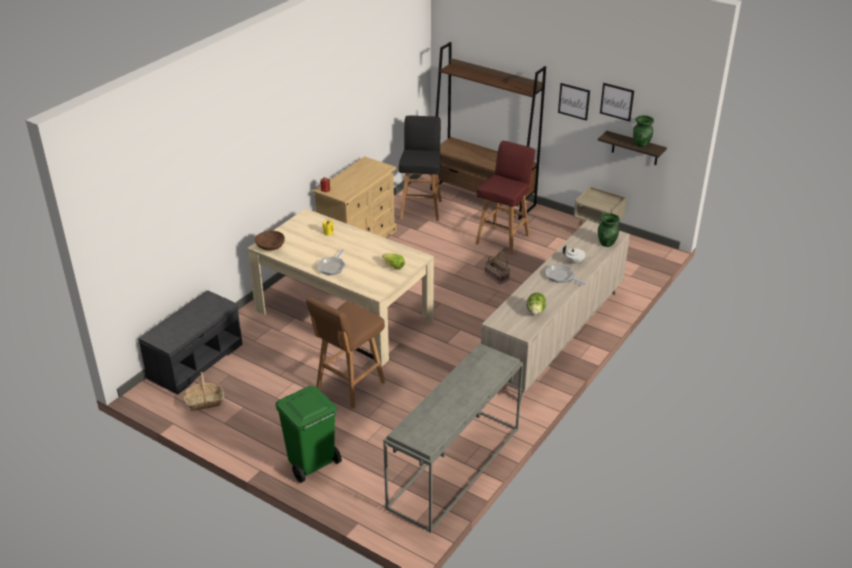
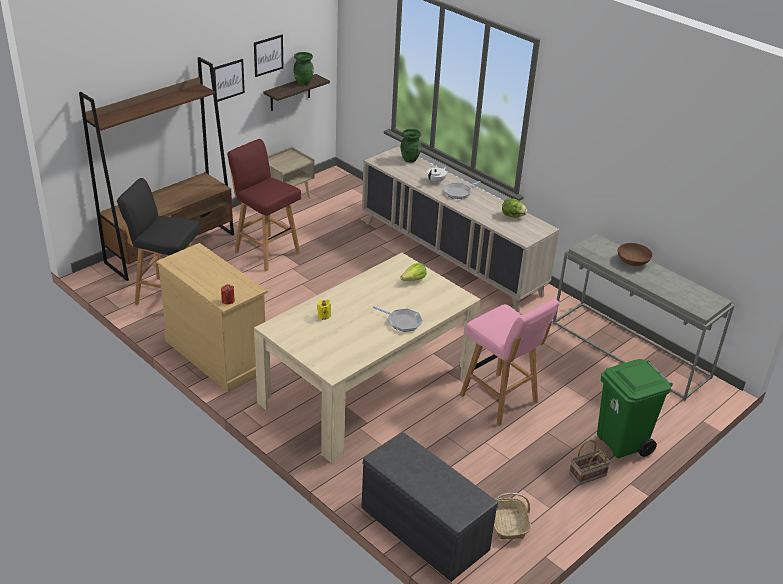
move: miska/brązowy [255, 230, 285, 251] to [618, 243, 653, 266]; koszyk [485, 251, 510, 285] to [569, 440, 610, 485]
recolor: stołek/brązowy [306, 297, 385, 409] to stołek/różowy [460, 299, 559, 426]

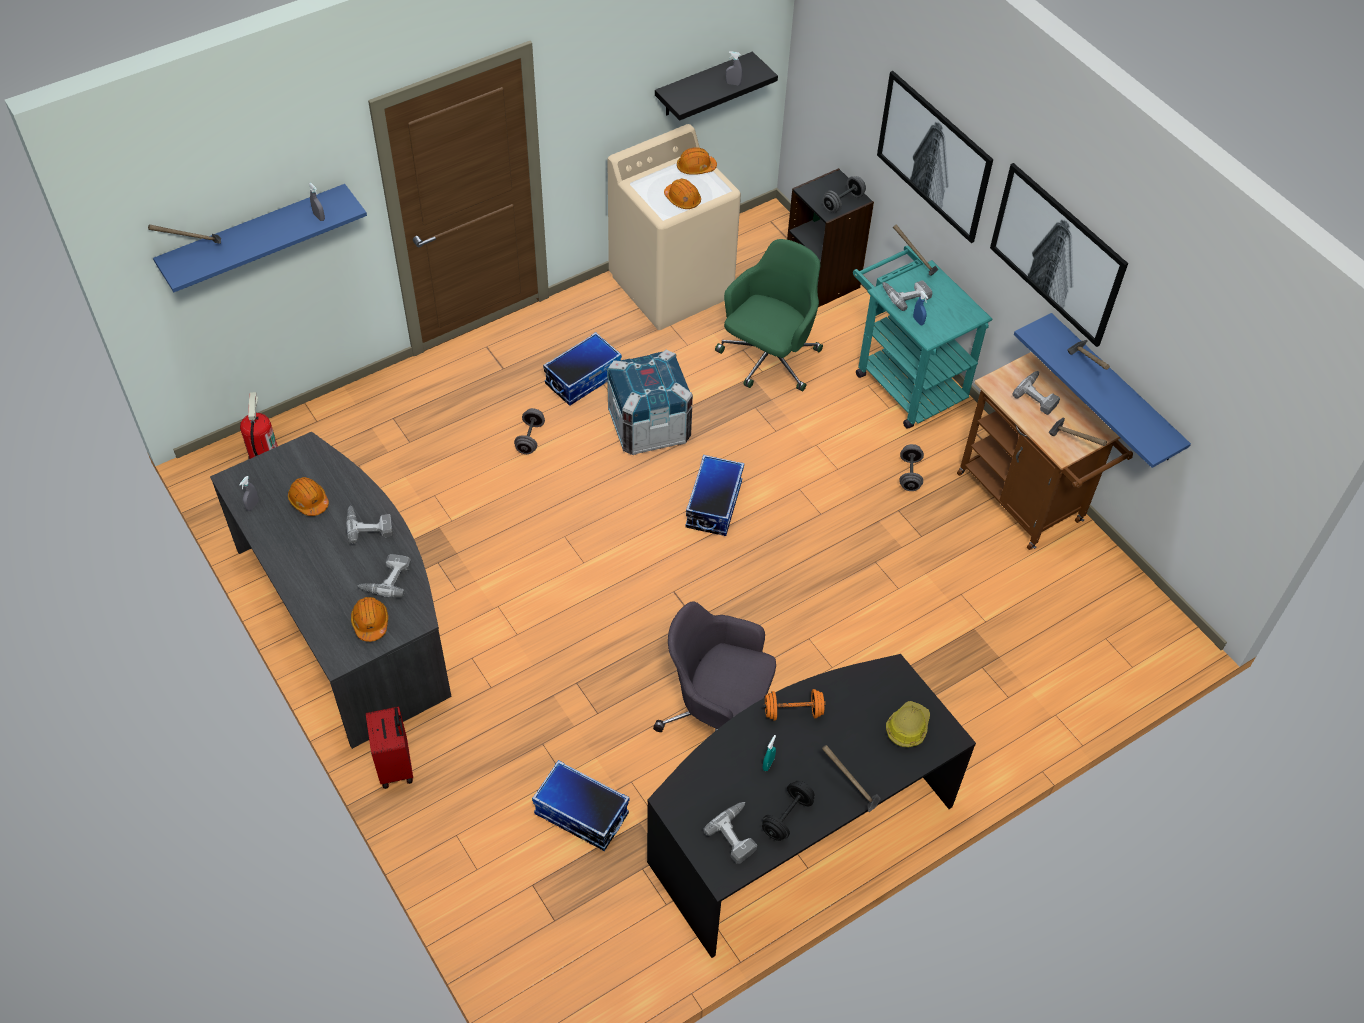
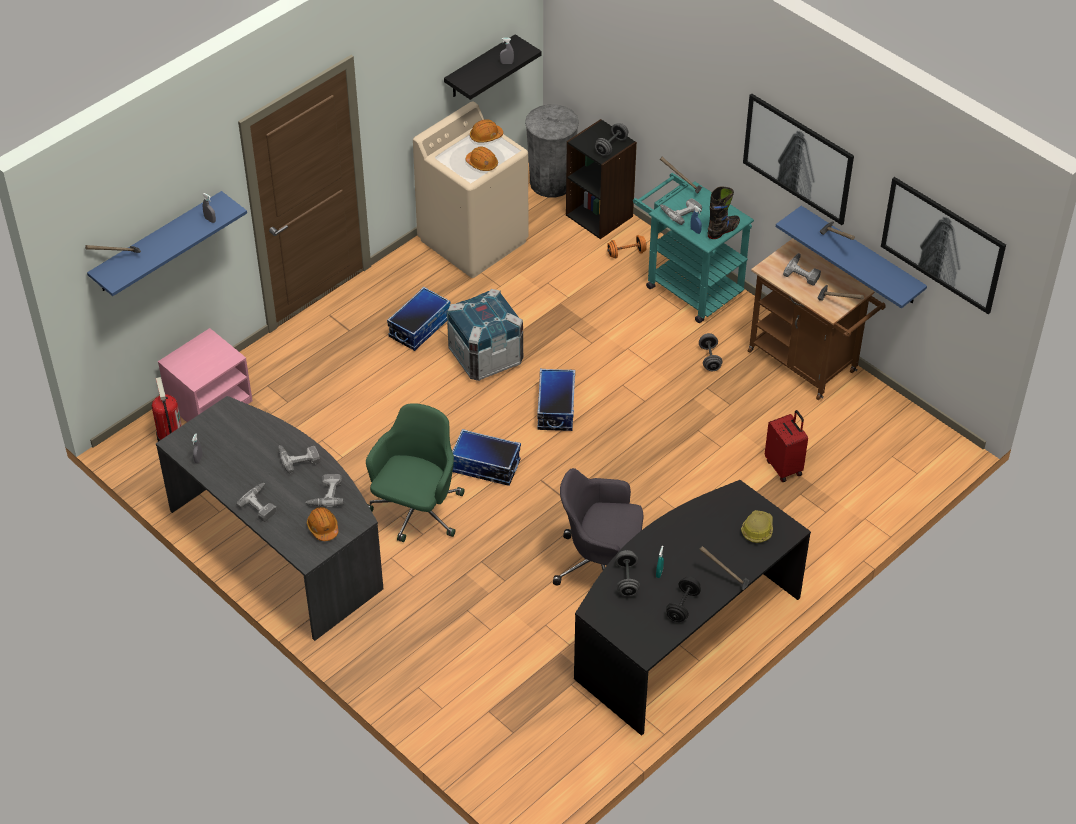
delete: kask/pomarańczowy [288, 477, 329, 516]
insert: kosz na śmieci/szary [525, 104, 579, 198]; but z cholewką/czarny [708, 187, 740, 239]; szafka nocna/różowy [158, 328, 253, 422]
move: obraz [877, 71, 993, 243] to [881, 177, 1006, 315]; krzesło biurowe/zielony [715, 239, 823, 391] to [366, 403, 465, 542]; hantel/szary [514, 408, 545, 454] to [615, 550, 640, 597]; hantel/pomarańczowy [763, 689, 826, 720] to [607, 235, 647, 259]; walizka/czerwony [366, 706, 413, 789] to [765, 410, 808, 482]; pojemnik do przechowywania [532, 760, 630, 851] to [452, 429, 521, 486]; wiertarka [703, 802, 757, 864] to [236, 483, 277, 522]

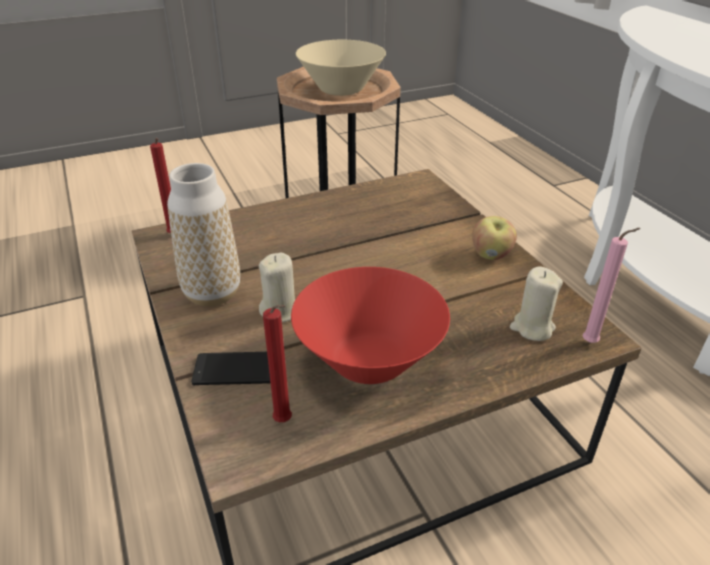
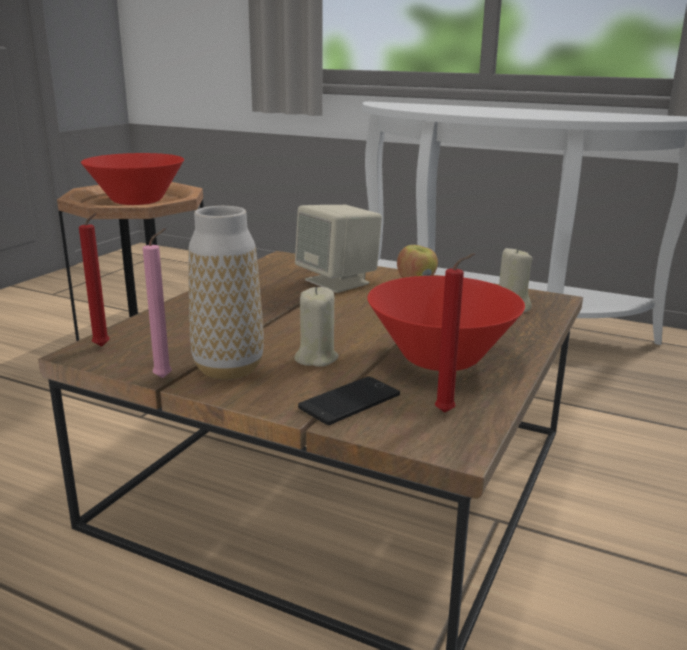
insert: głośnik/beżowy [295, 205, 382, 293]
move: świeca/różowy [583, 228, 640, 343] to [143, 229, 172, 378]
recolor: miska/beżowy [296, 40, 386, 96] to miska/czerwony [81, 153, 184, 205]

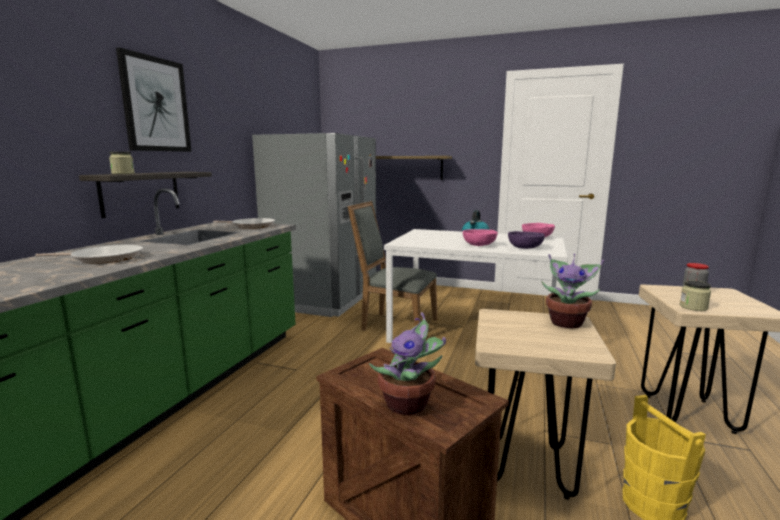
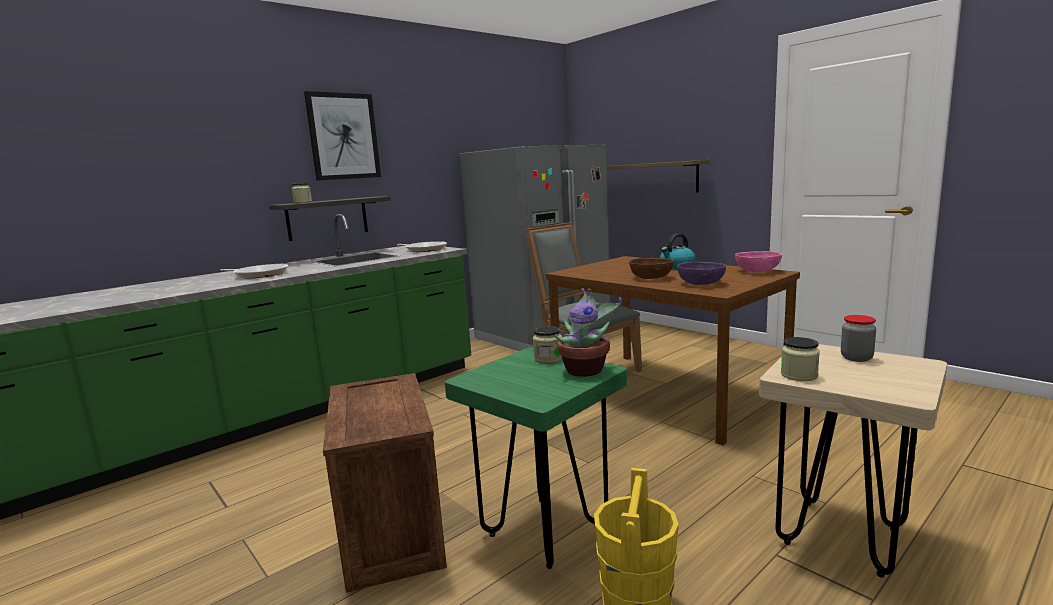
delete: roślina doniczkowa [369, 312, 446, 415]
insert: słoik [533, 326, 562, 363]
recolor: stół jadalny/biały [384, 229, 568, 343] to stół jadalny/brązowy [546, 256, 800, 445]; miska/różowy [463, 229, 498, 246] to miska/brązowy [629, 258, 673, 279]; stołek/beżowy [475, 309, 616, 500] to stołek/zielony [445, 347, 627, 569]

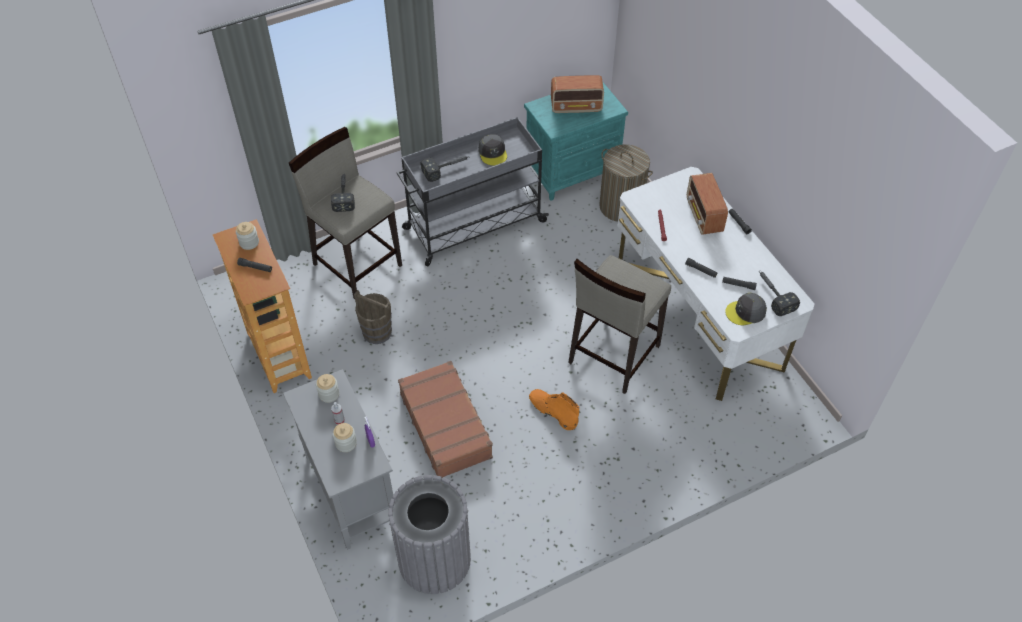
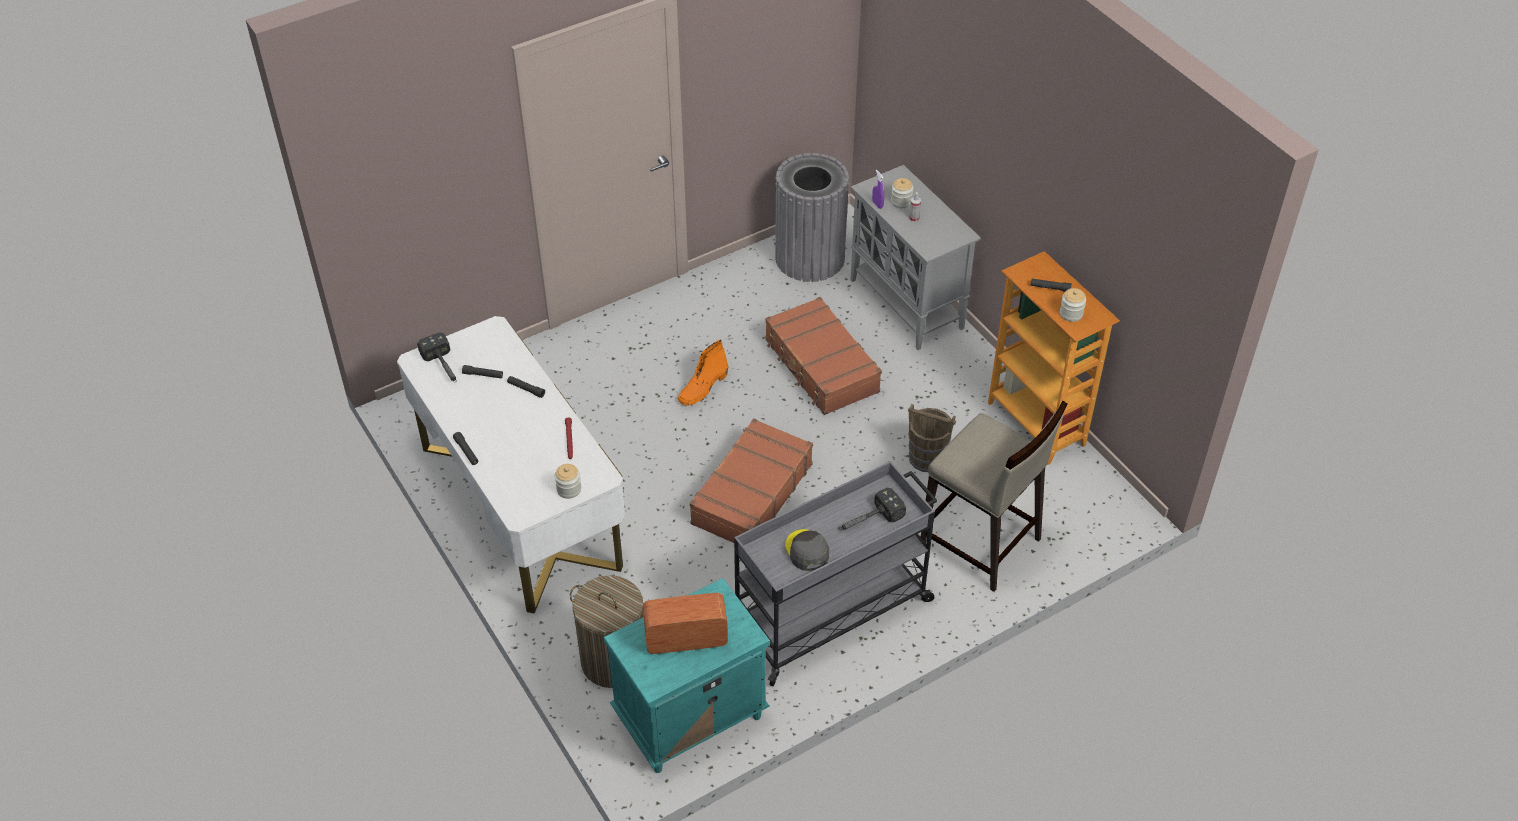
delete: radio [687, 173, 728, 235]; młotek [331, 174, 355, 212]; stołek/beżowy [568, 255, 671, 394]; czapka z daszkiem/szary [725, 293, 767, 325]
insert: walizka/brązowy [690, 418, 813, 543]
move: słoik [316, 374, 339, 403] to [555, 464, 581, 499]
rotate: but z cholewką/pomarańczowy [529, 389, 579, 430] = [678, 339, 728, 406] 90 degrees clockwise

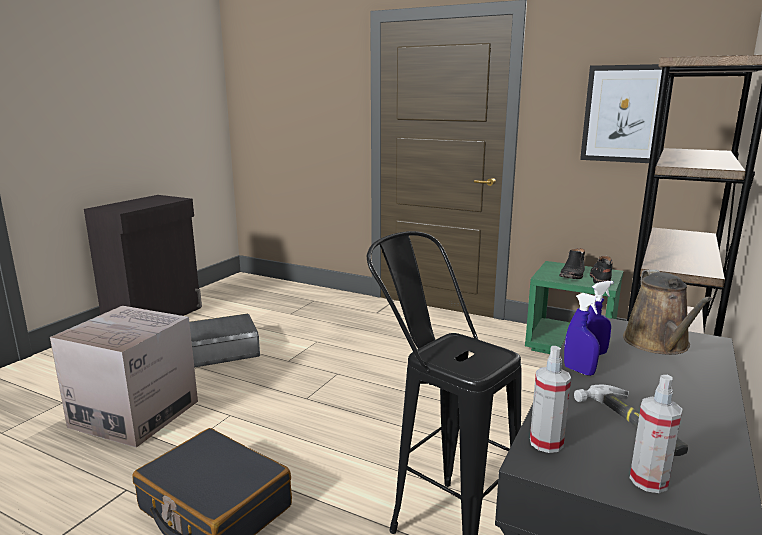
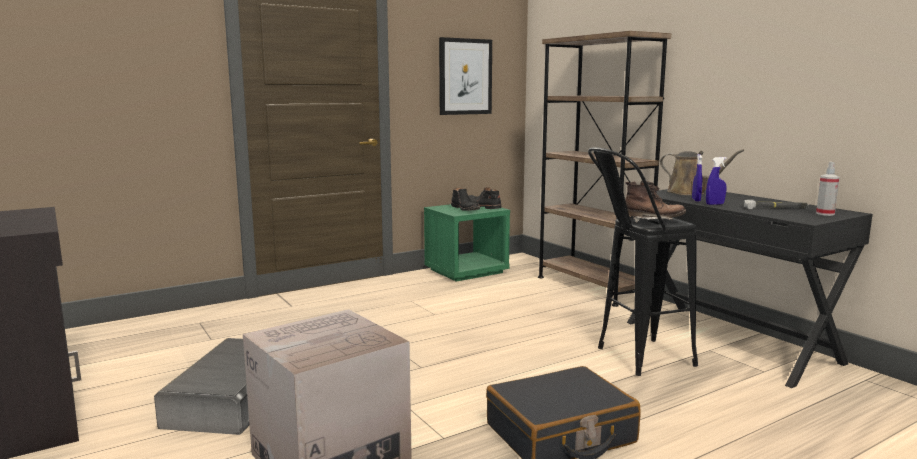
delete: spryskiwacz [530, 346, 571, 453]
insert: but z cholewką/brązowy [625, 181, 686, 222]

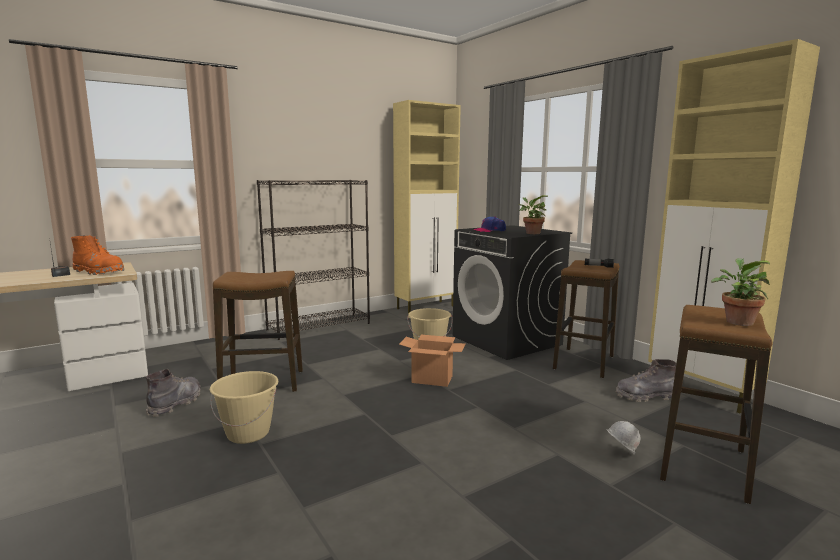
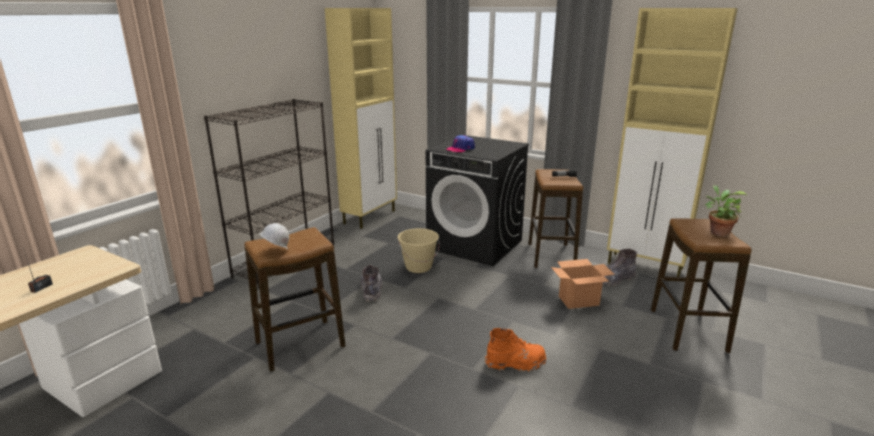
delete: roślina doniczkowa [519, 195, 549, 234]; wiadro/beżowy [210, 371, 279, 444]
move: but z cholewką/pomarańczowy [71, 235, 124, 275] to [485, 328, 546, 372]; karton [399, 335, 466, 387] to [551, 259, 614, 309]; but z cholewką/szary [146, 369, 201, 416] to [360, 265, 382, 302]; kask/biały [606, 421, 640, 454] to [259, 223, 289, 250]

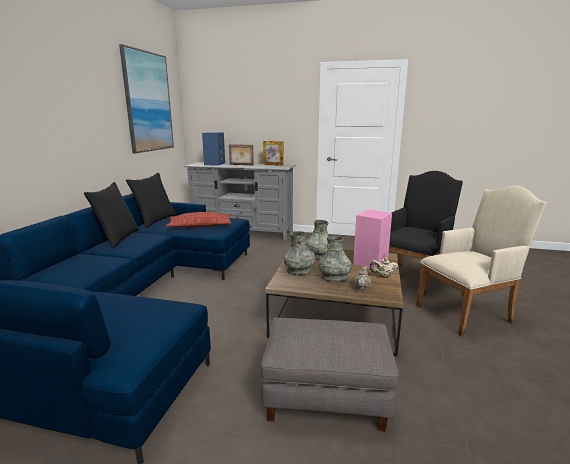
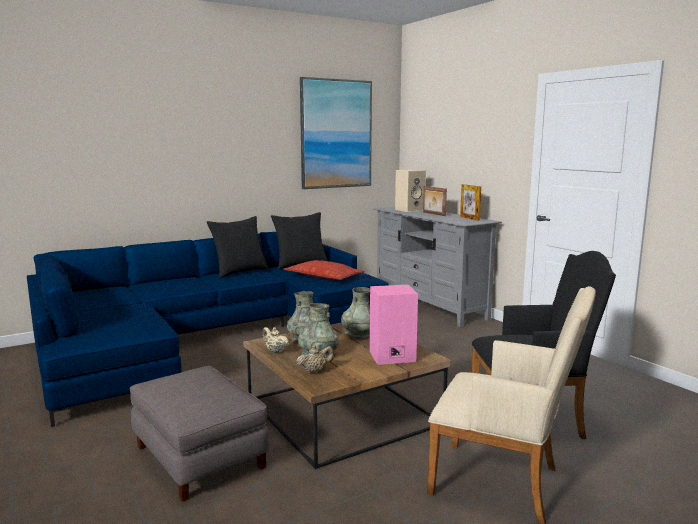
move: imbryk/beżowy [370, 258, 399, 278] to [262, 327, 289, 353]
recolor: głośnik/niebieski [202, 132, 225, 166] to głośnik/beżowy [395, 169, 426, 212]

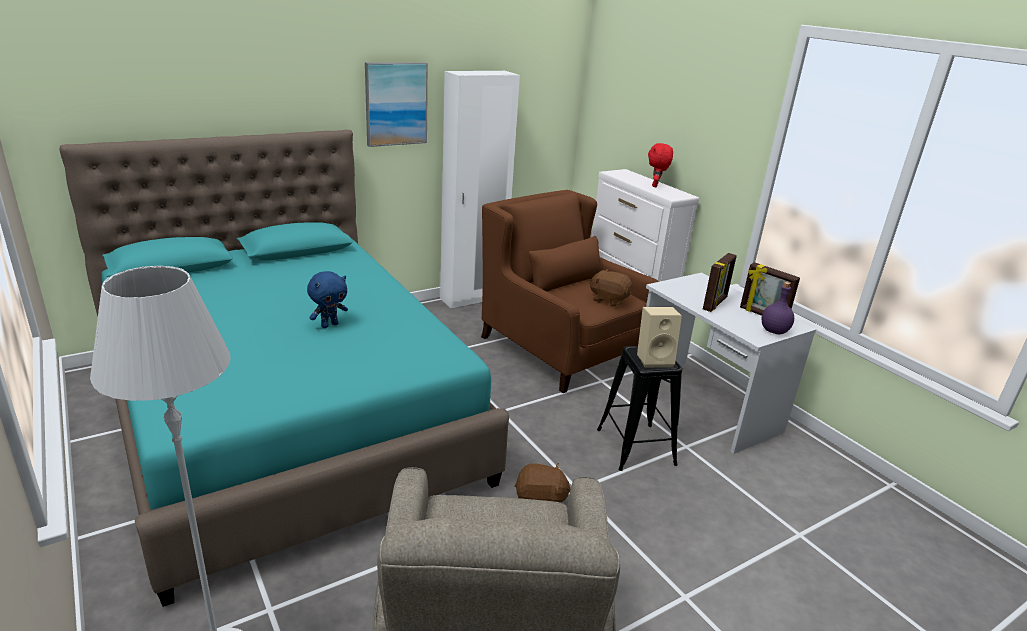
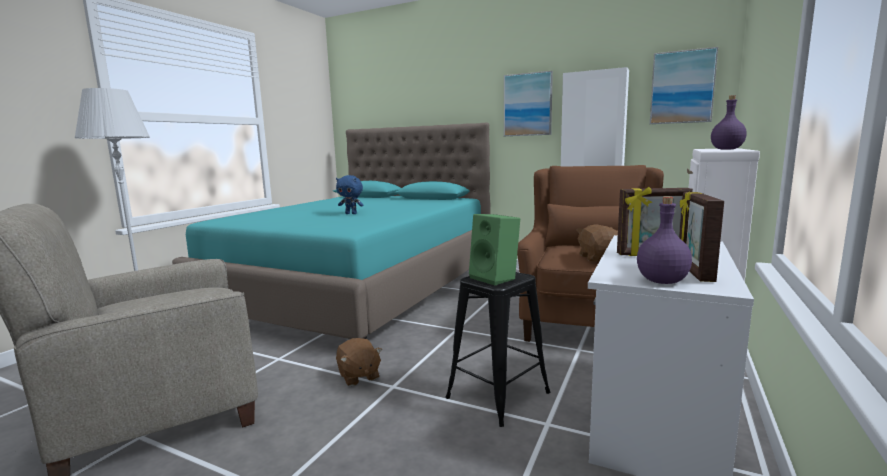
insert: obraz [650, 47, 718, 124]
replace: pluszak/czerwony [648, 143, 673, 187] to butelka/fioletowy [711, 95, 747, 150]
recolor: głośnik/beżowy [637, 307, 682, 367] to głośnik/zielony [469, 214, 520, 285]

